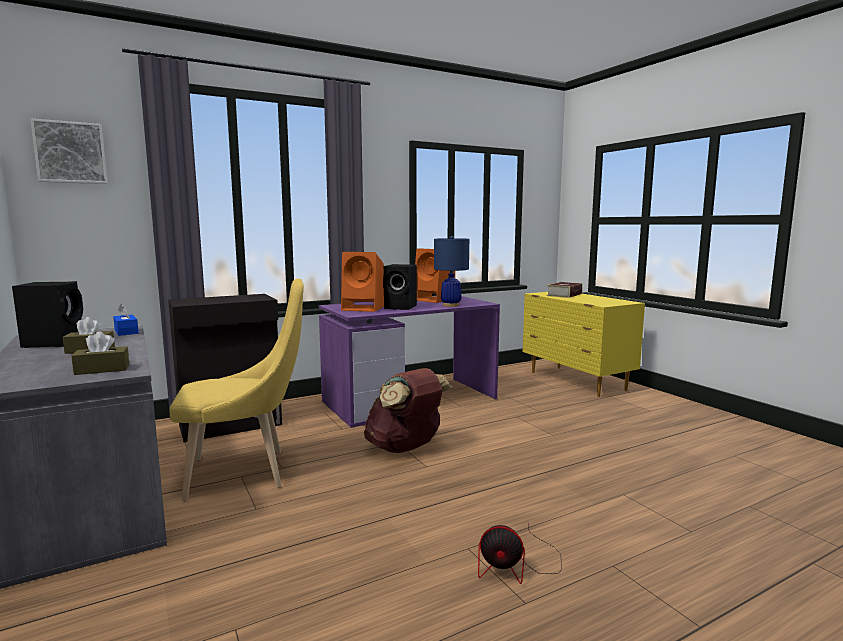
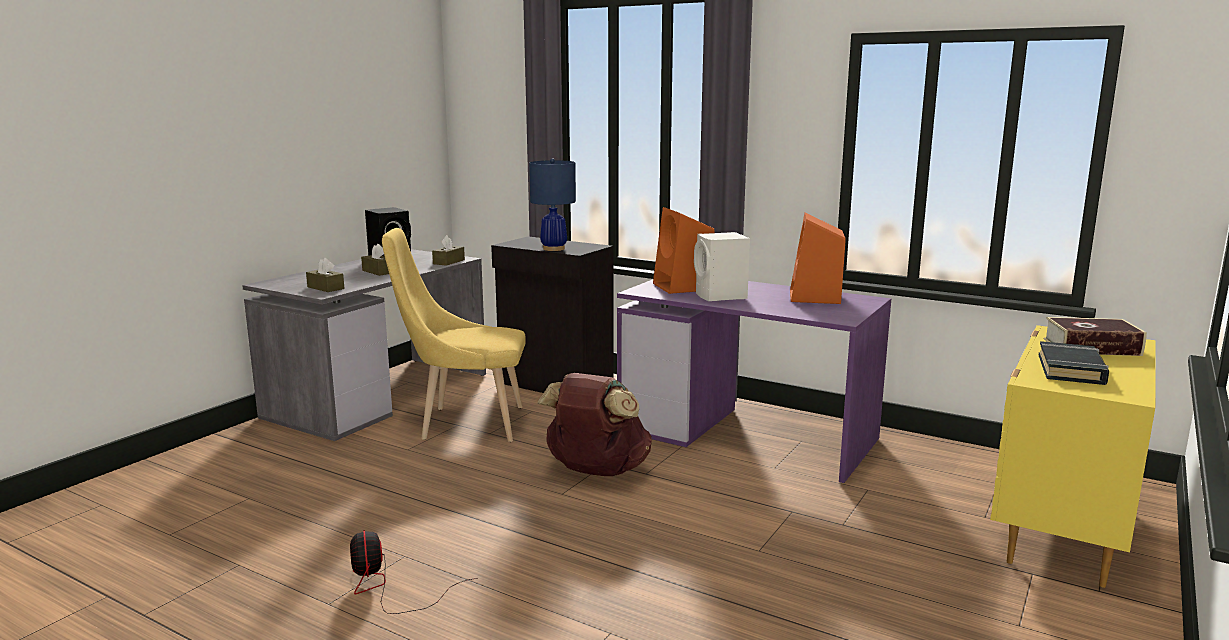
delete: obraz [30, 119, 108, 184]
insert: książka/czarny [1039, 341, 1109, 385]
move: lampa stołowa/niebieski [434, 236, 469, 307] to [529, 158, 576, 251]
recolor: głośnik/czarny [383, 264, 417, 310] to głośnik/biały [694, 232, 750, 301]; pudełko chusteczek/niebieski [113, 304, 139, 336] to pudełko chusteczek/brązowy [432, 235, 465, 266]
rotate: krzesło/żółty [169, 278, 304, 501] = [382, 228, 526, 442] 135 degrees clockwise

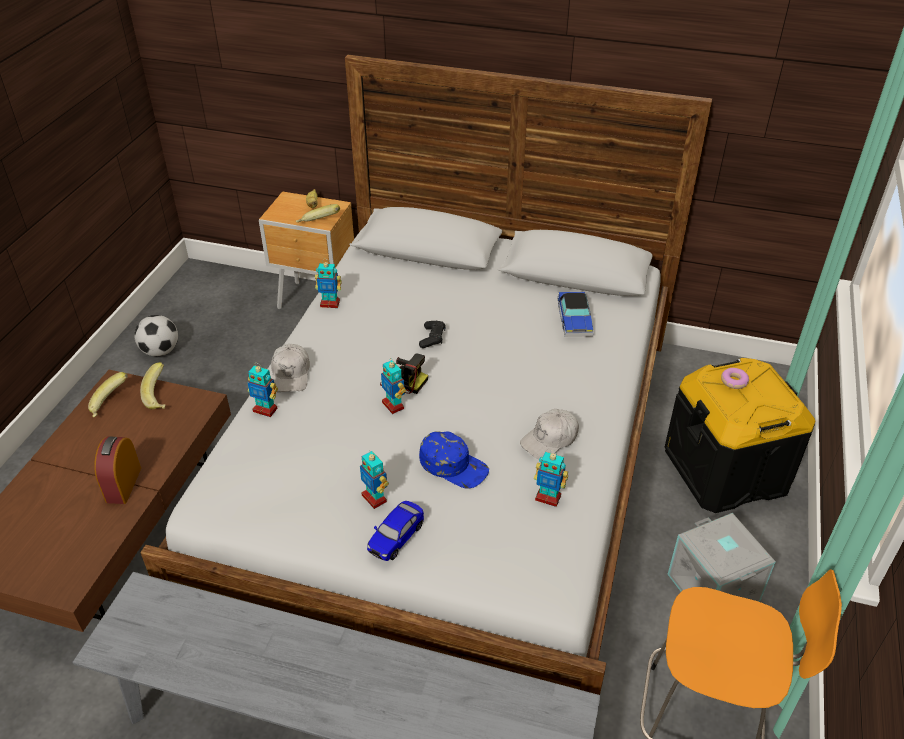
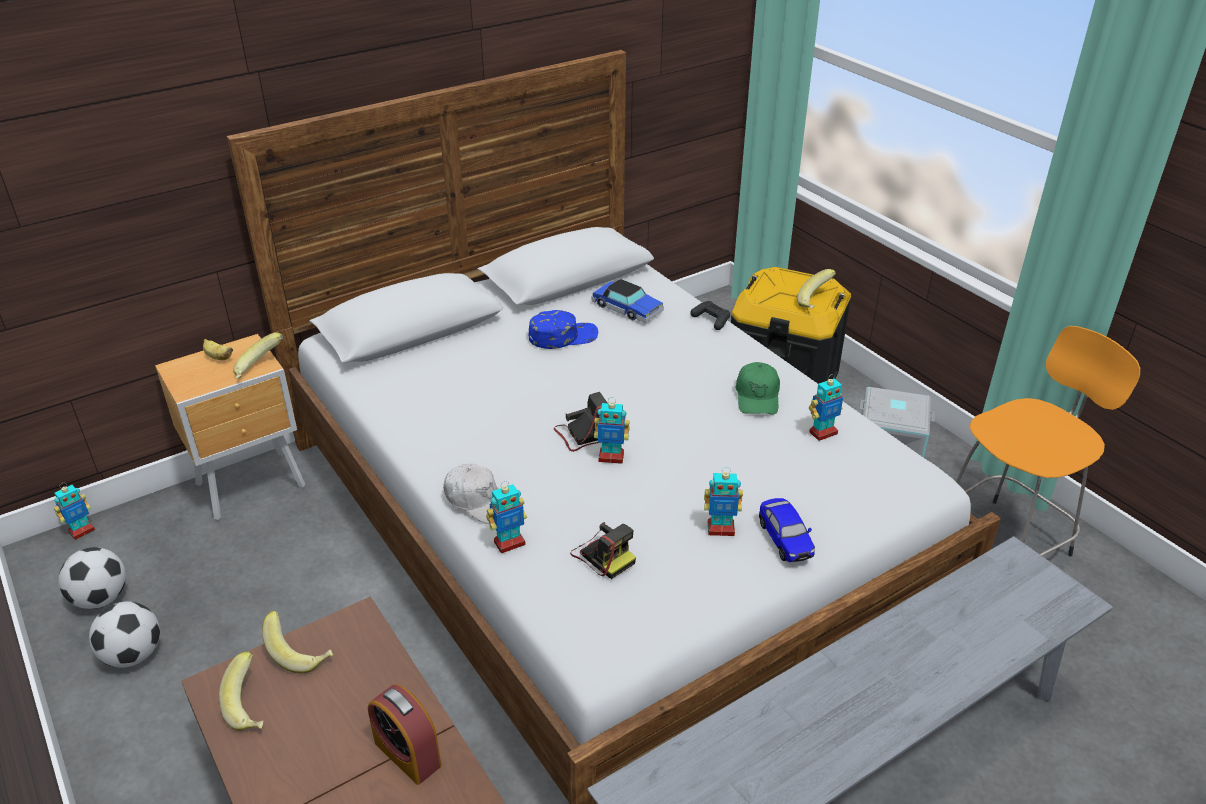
delete: donut [721, 368, 749, 389]
insert: banan [797, 269, 836, 309]; aparat fotograficzny [570, 522, 636, 579]; piłka futbolowa [58, 547, 126, 609]
move: robot zabawkowy [315, 259, 342, 308] to [54, 483, 95, 540]; pad do gier/czarny [419, 321, 446, 348] to [690, 301, 730, 330]; czapka z daszkiem/niebieski [419, 431, 489, 488] to [529, 310, 598, 349]
recolor: czapka z daszkiem/biały [520, 409, 579, 459] to czapka z daszkiem/zielony [735, 362, 780, 414]

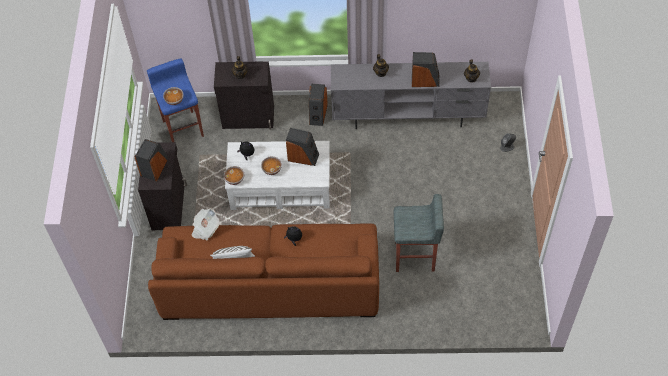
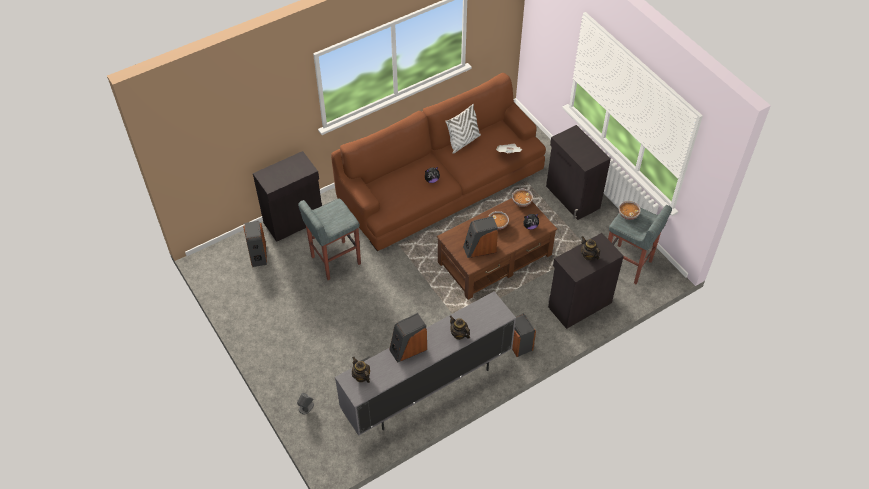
insert: szafka/czarny [253, 151, 322, 242]
move: głośnik [135, 139, 168, 181] to [243, 221, 267, 267]
recolor: stołek/niebieski [147, 58, 204, 142] to stołek/szary [608, 205, 672, 284]; ława/biały [225, 141, 330, 210] to ława/brązowy [437, 198, 557, 300]

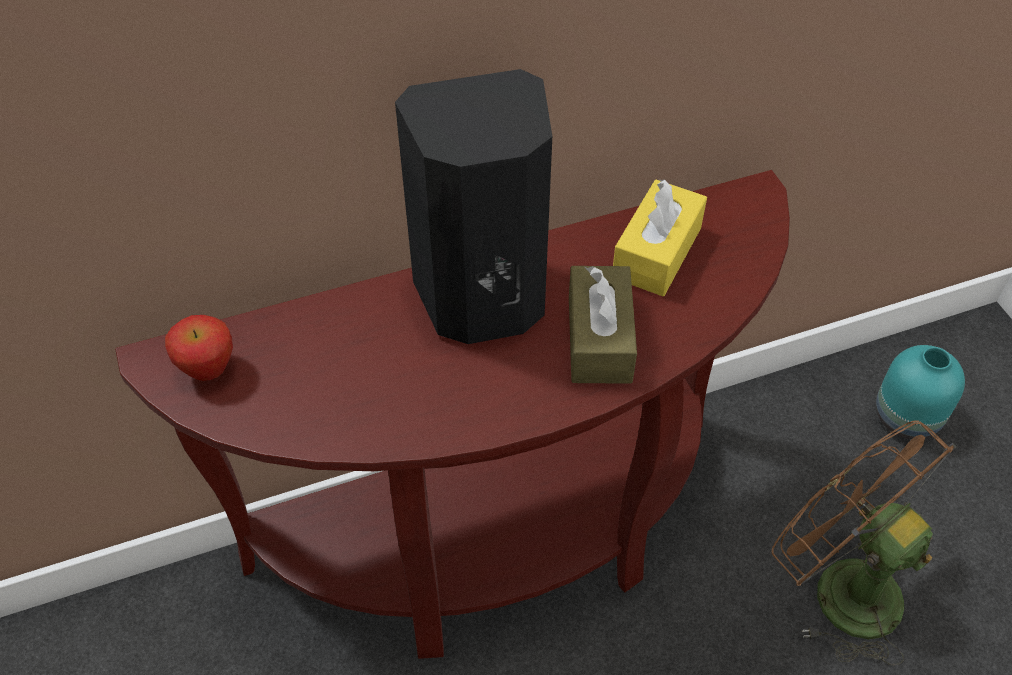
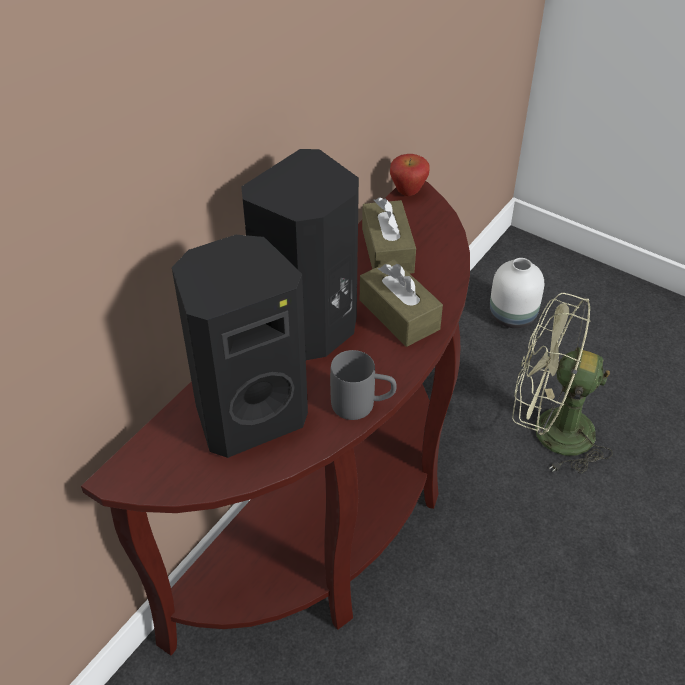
insert: głośnik/czarny [172, 235, 308, 458]; kubek/szary [330, 350, 397, 420]
move: jabłko [165, 315, 233, 381] to [390, 154, 430, 196]
recolor: pudełko chusteczek/żółty [613, 179, 707, 296] to pudełko chusteczek/brązowy [362, 198, 416, 274]; wazon/turkusowy [876, 345, 965, 439] to wazon/biały [490, 258, 544, 328]; wentylator/brązowy [772, 420, 957, 666] to wentylator/zielony [512, 293, 613, 473]

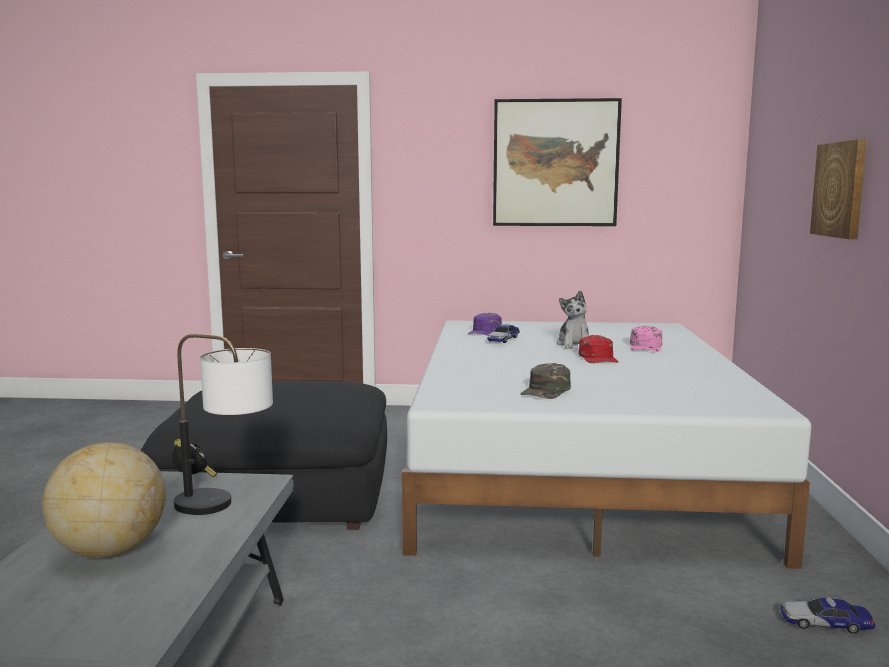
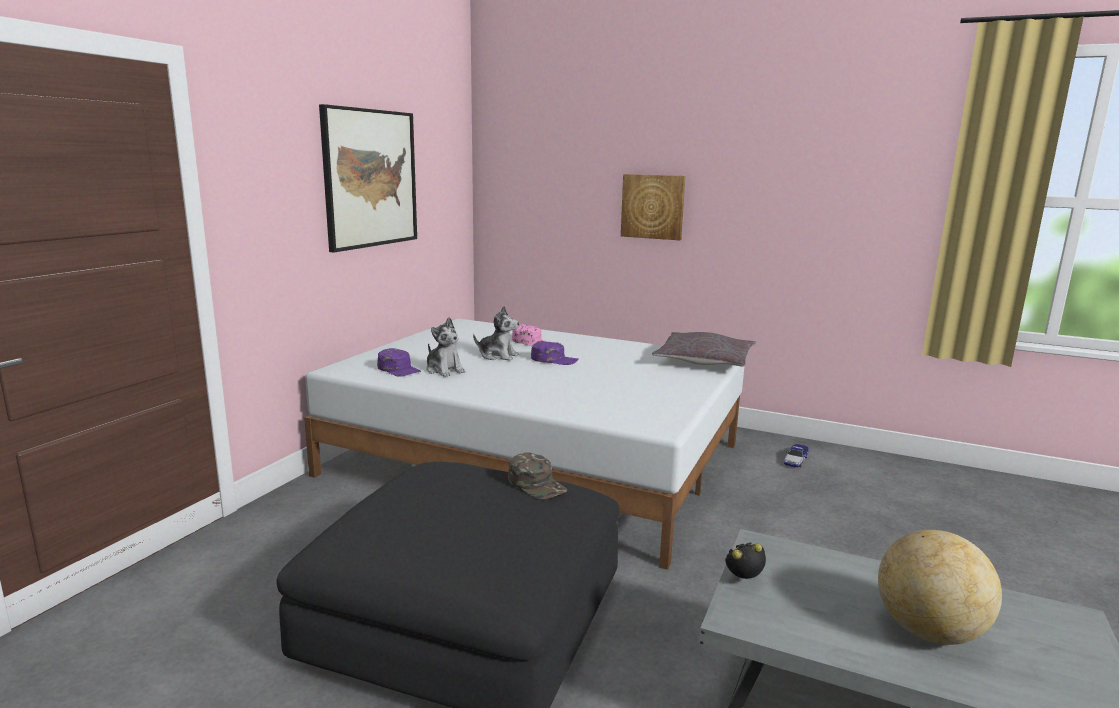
delete: lampa stołowa [174, 334, 273, 515]
insert: poduszka/szary [652, 332, 756, 367]
move: czapka z daszkiem/zielony [520, 363, 571, 399] to [508, 452, 567, 500]
replace: samochodzik [487, 324, 520, 343] to pluszak [426, 317, 466, 377]
recolor: czapka z daszkiem/czerwony [578, 335, 618, 363] to czapka z daszkiem/fioletowy [531, 341, 579, 365]

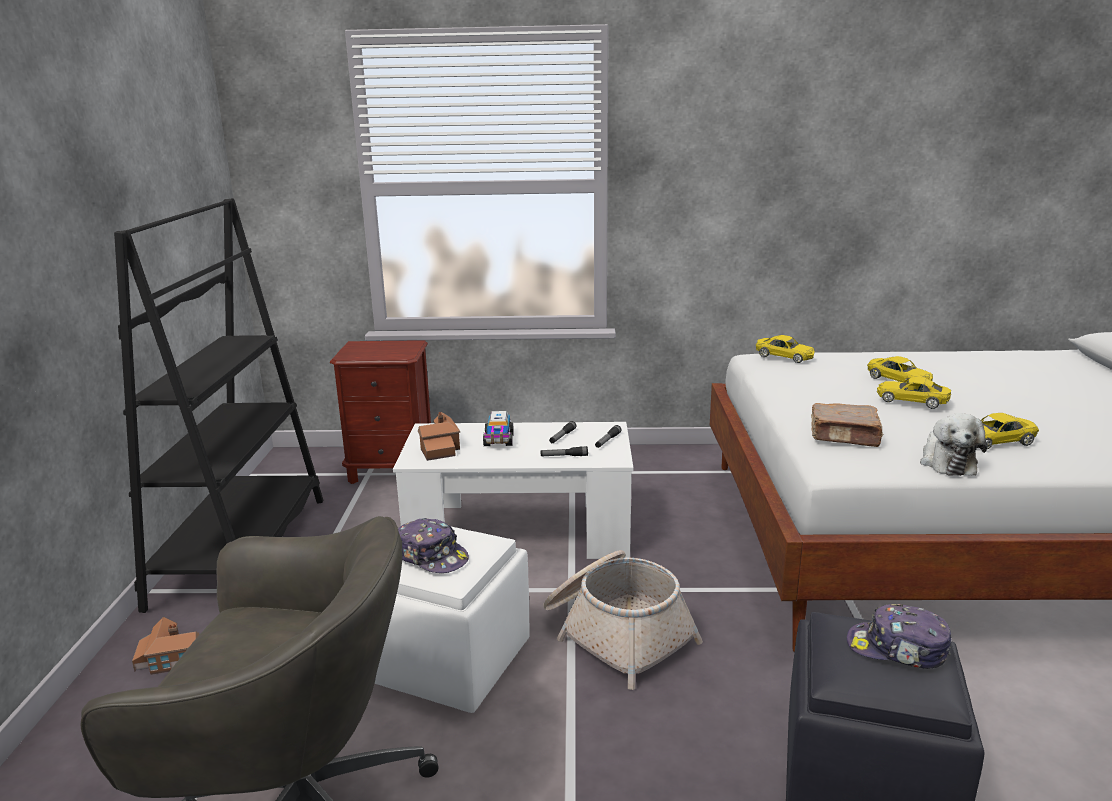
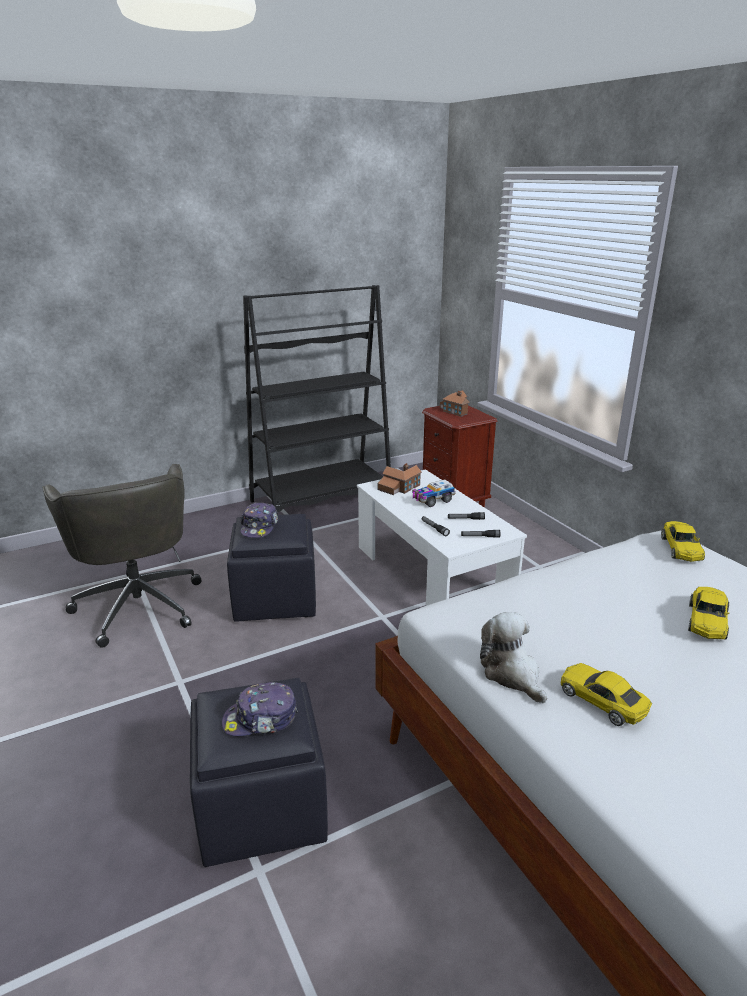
delete: samochodzik/żółty [877, 377, 951, 409]; książka/brązowy [811, 403, 883, 447]; koszyk [543, 550, 703, 690]
move: domek [132, 617, 200, 675] to [440, 390, 469, 417]
recolor: pufa/biały [374, 527, 529, 713] to pufa/czarny [227, 514, 316, 622]
rotate: pluszak [920, 413, 987, 476] = [480, 612, 547, 703] 90 degrees clockwise; czapka z daszkiem [847, 604, 951, 669] = [222, 682, 298, 736] 90 degrees counterclockwise

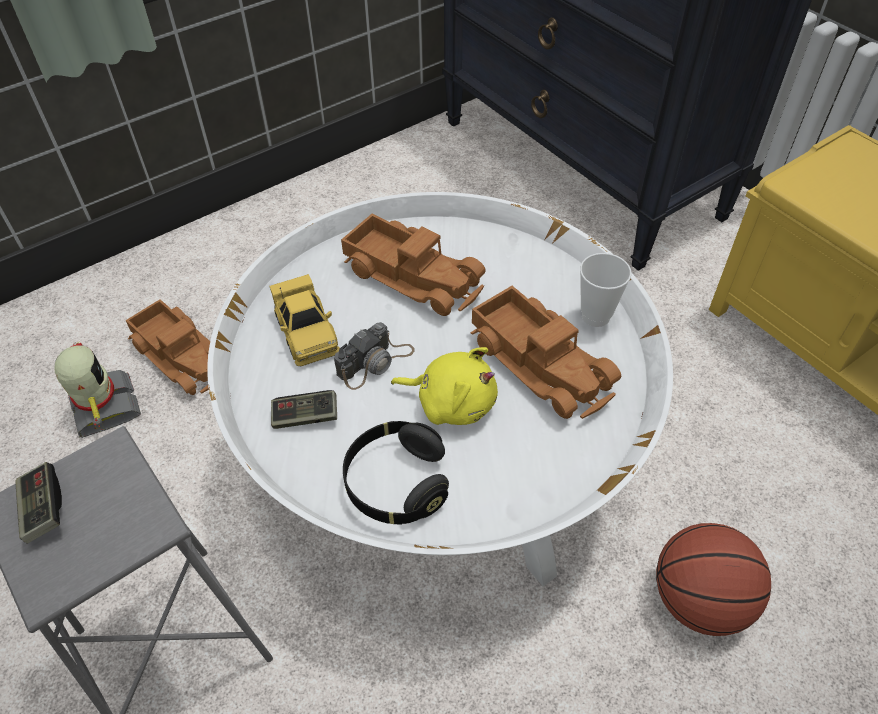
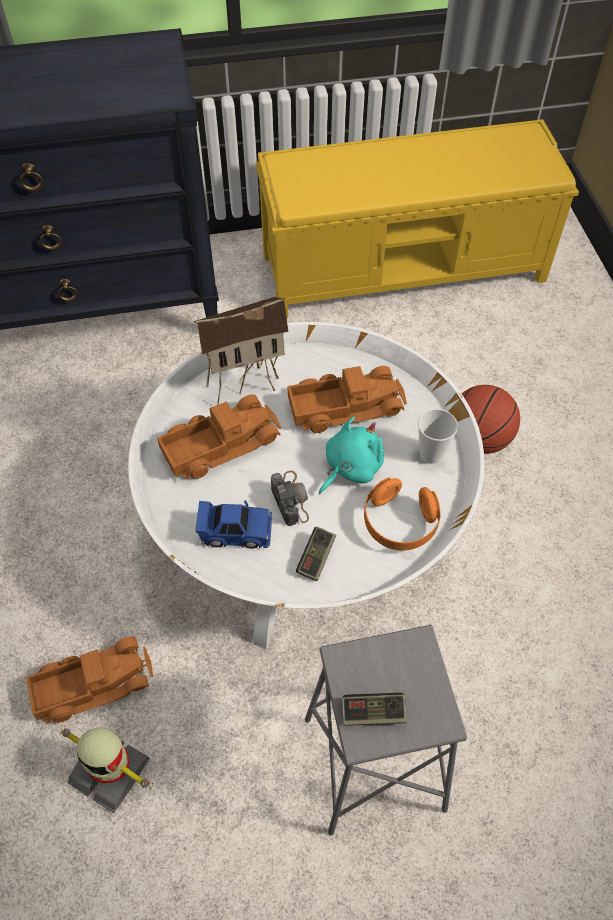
insert: domek [194, 297, 288, 405]
move: filiżanka [580, 253, 631, 327] to [418, 409, 458, 464]
recolor: samochodzik/żółty [270, 274, 340, 366] to samochodzik/niebieski [195, 500, 272, 549]; pluszak/żółty [391, 347, 498, 425] to pluszak/turkusowy [319, 417, 384, 494]; słuchawki/czarny [343, 421, 449, 524] to słuchawki/pomarańczowy [364, 478, 441, 551]
rotate: robot zabawkowy [55, 342, 141, 438] = [59, 725, 153, 813] 150 degrees counterclockwise

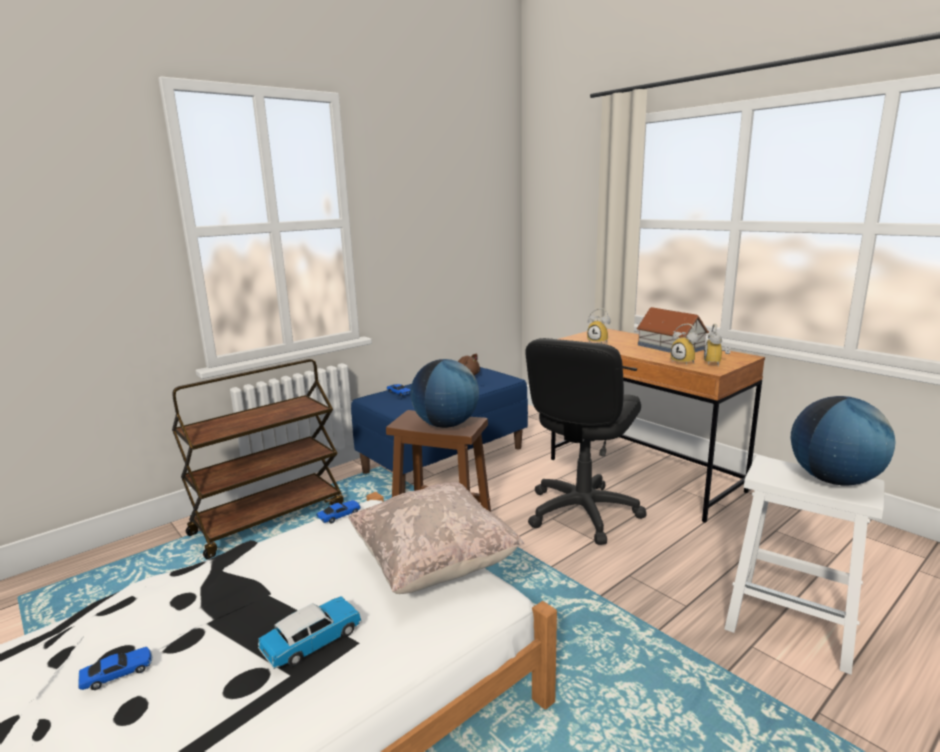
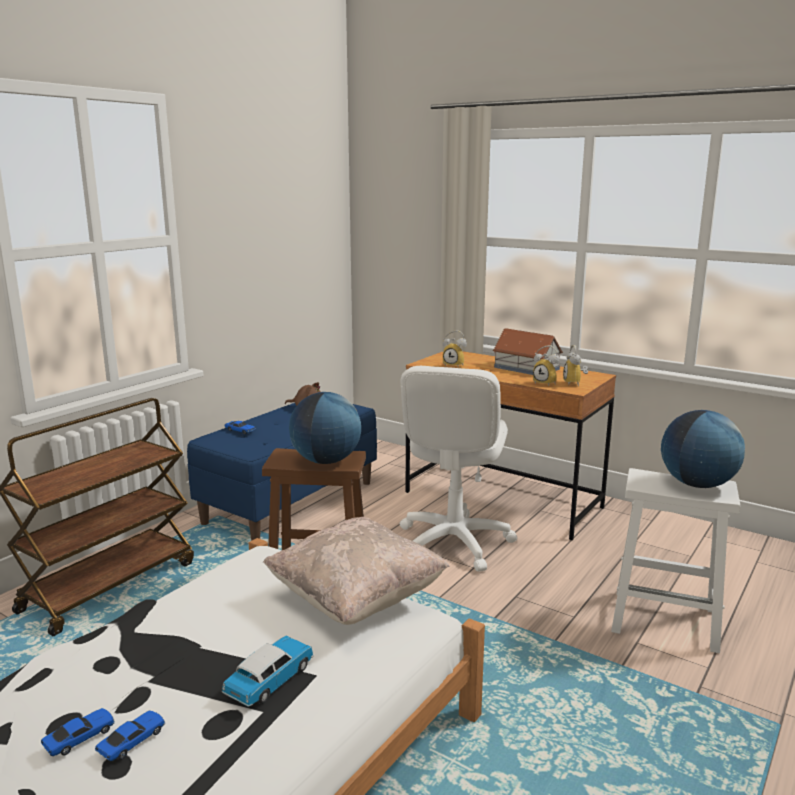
move: samochodzik [316, 500, 361, 524] to [95, 711, 165, 761]
recolor: krzesło biurowe/czarny [525, 338, 647, 545] to krzesło biurowe/biały [400, 366, 517, 572]

